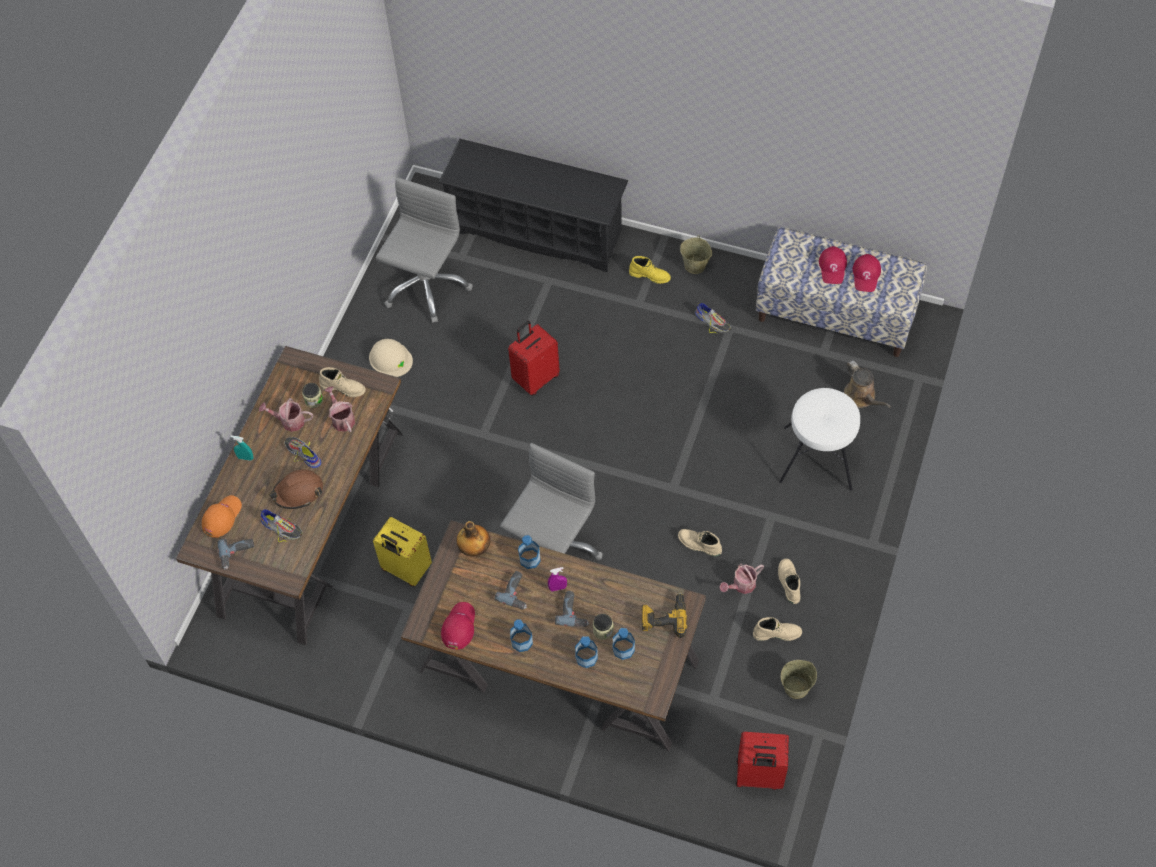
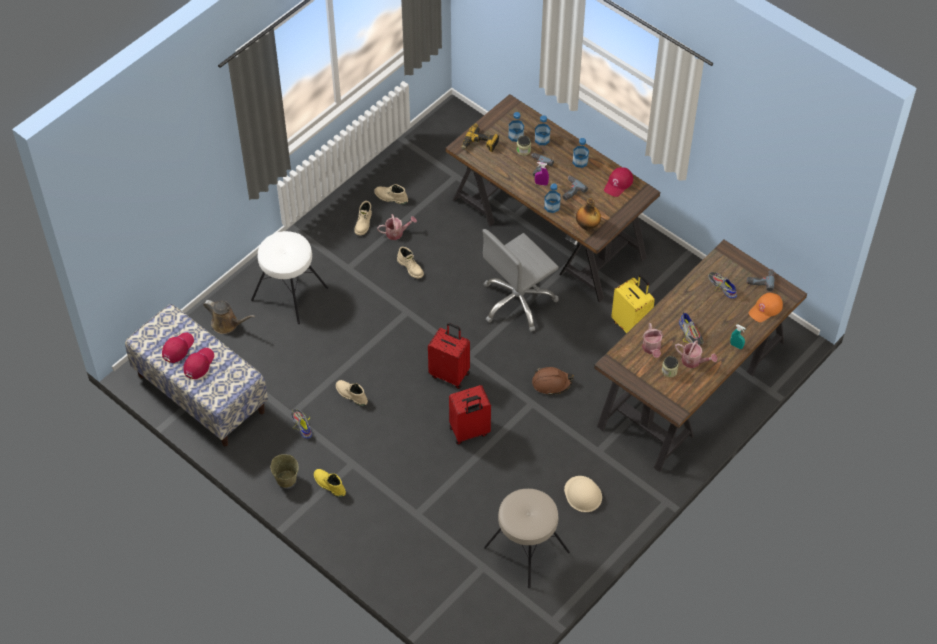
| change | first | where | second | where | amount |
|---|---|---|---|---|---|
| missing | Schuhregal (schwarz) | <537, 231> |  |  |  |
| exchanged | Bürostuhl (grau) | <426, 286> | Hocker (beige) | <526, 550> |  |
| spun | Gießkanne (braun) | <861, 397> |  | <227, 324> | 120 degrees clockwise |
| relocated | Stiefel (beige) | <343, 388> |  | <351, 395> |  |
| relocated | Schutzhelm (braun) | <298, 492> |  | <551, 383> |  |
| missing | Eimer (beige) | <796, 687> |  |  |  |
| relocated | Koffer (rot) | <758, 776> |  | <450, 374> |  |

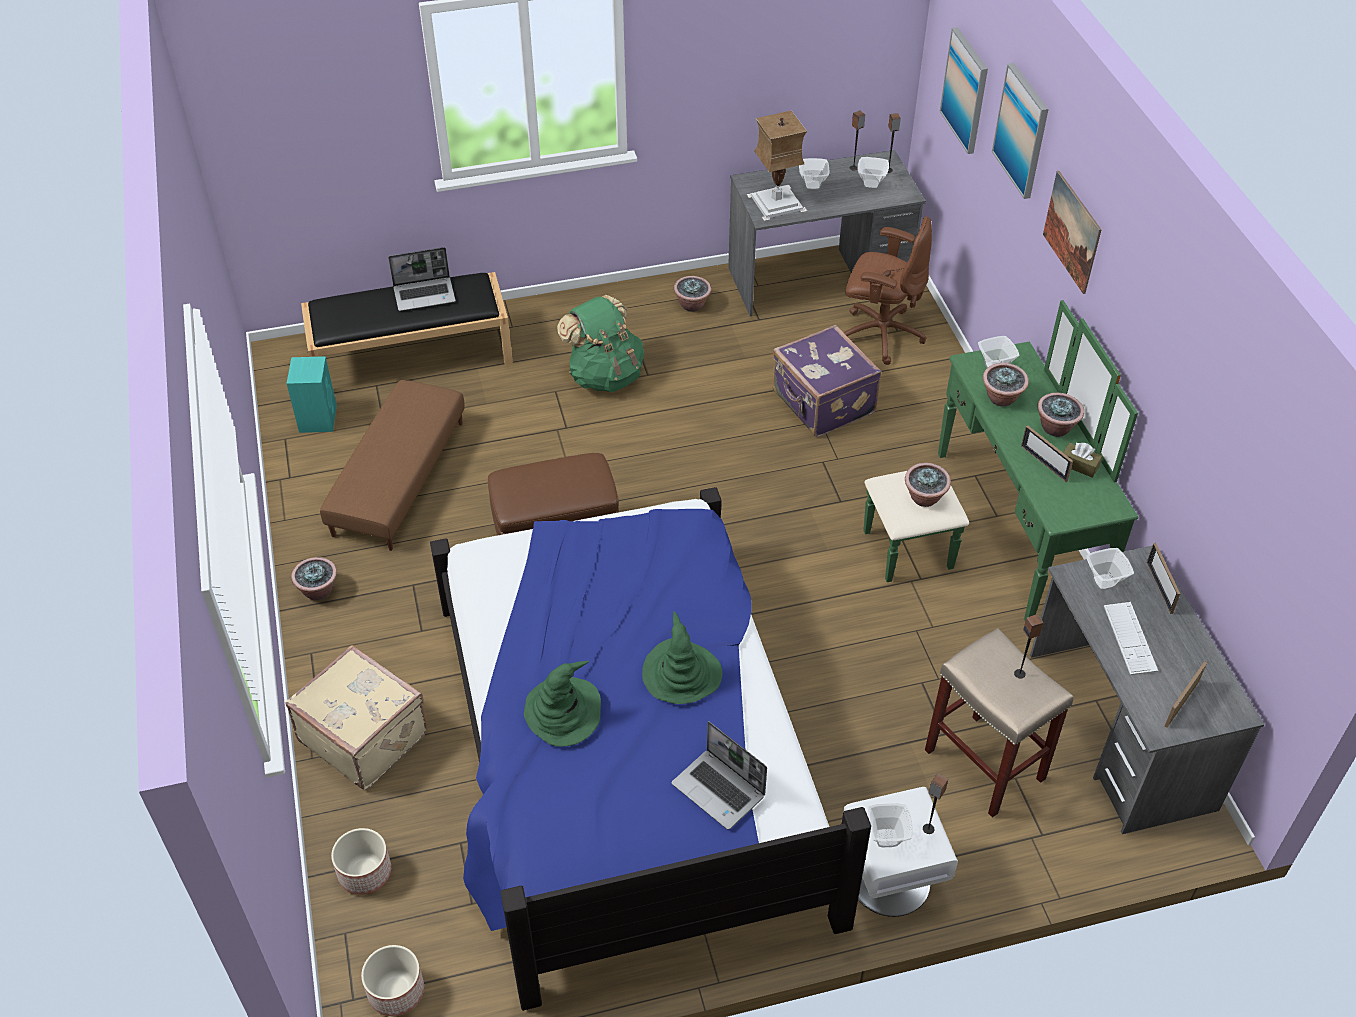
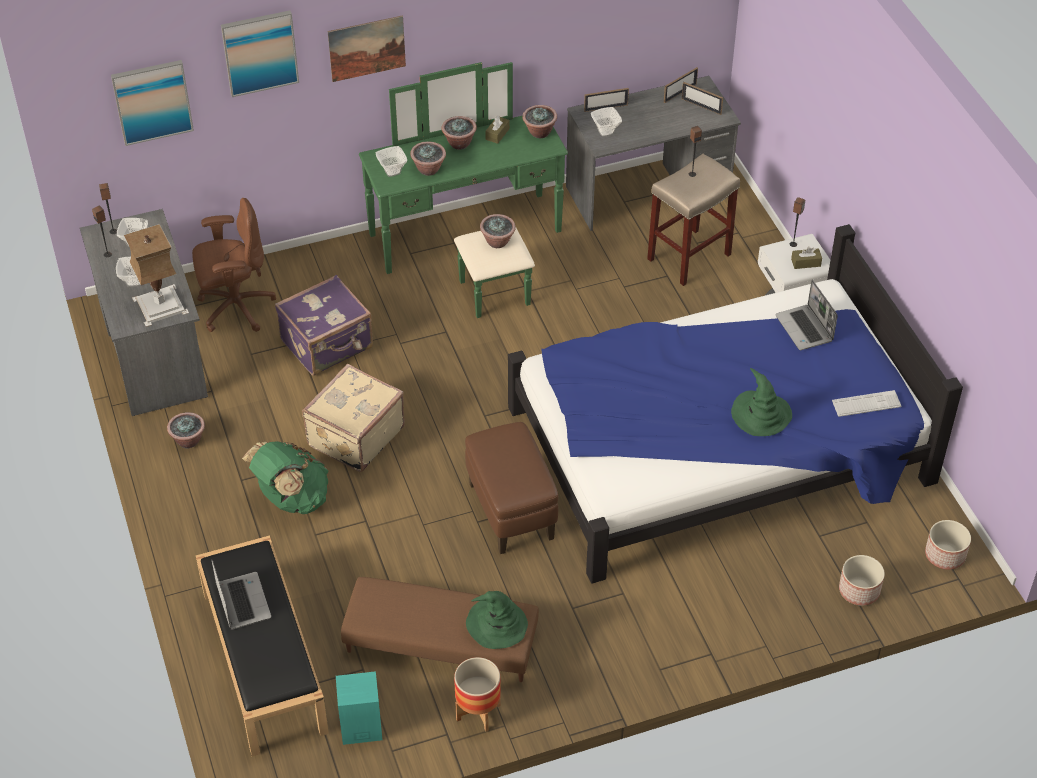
| change | first | where | second | where | amount |
|---|---|---|---|---|---|
| spun | Bürostuhl (braun) | <880, 334> |  | <235, 308> | 60 degrees clockwise |
| relocated | Bilderrahmen | <1044, 463> |  | <680, 93> |  |
| relocated | Topfpflanze | <318, 591> |  | <539, 132> |  |
| relocated | Tastatur | <1130, 638> |  | <866, 404> |  |
| relocated | Hut (grün) | <681, 674> |  | <496, 624> |  |
| relocated | Koffer (beige) | <365, 735> |  | <354, 436> |  |
| spun | Laptop | <719, 790> |  | <805, 329> | 120 degrees clockwise |
| exchanged | Schüssel | <887, 839> | Taschentuchbox (braun) | <806, 263> |  |
| appeared |  |  | Pflanzkübel | <478, 713> |  |

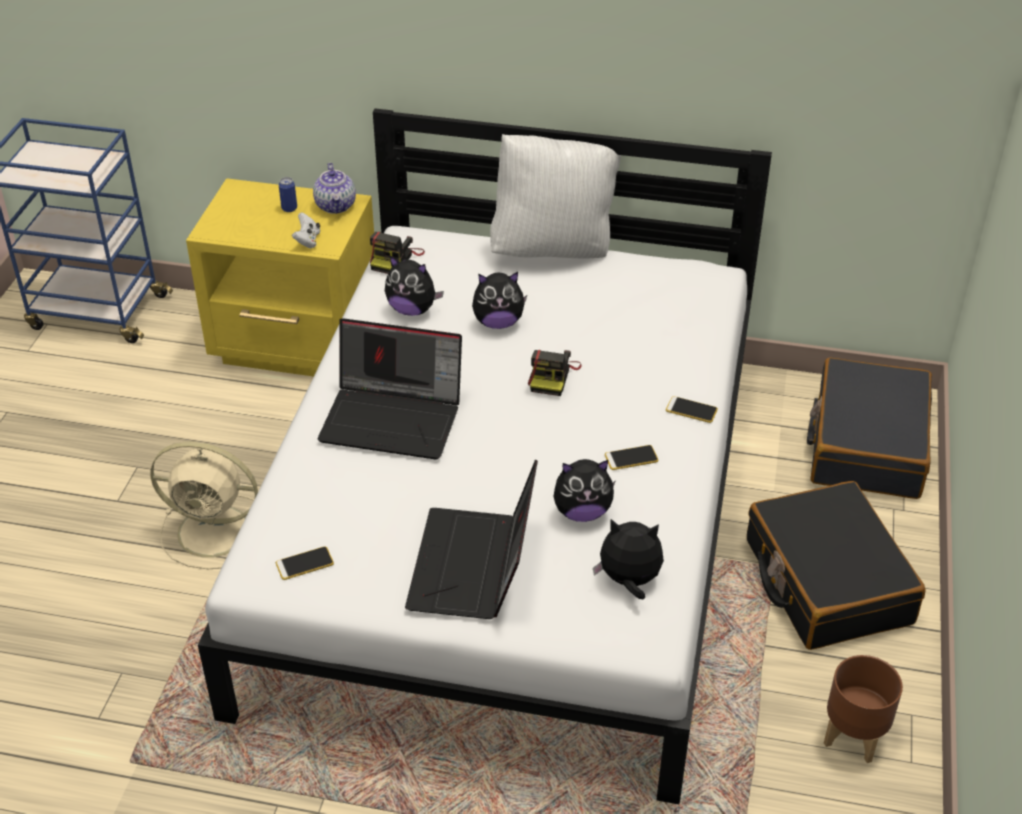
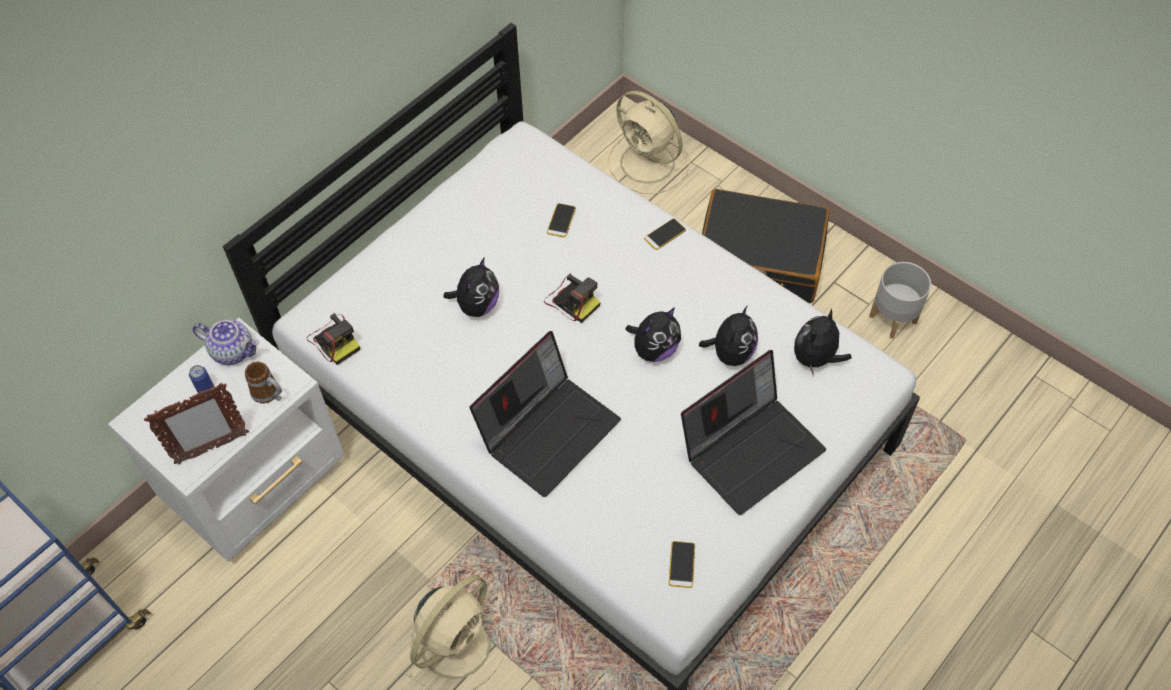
| change | first | where | second | where | amount |
|---|---|---|---|---|---|
| missing | Kissen (weiß) | <554, 249> |  |  |  |
| colour | Nachttisch (gelb) | <298, 345> | Nachttisch (weiß) | <258, 482> |  |
| exchanged | Gamepad (weiß) | <307, 241> | Henkelbecher | <270, 394> |  |
| relocated | Plüschtier | <412, 309> |  | <654, 350> |  |
| exchanged | Koffer (schwarz) | <866, 445> | Ventilator (beige) | <649, 164> |  |
| relocated | Handy | <631, 458> |  | <561, 220> |  |
| spun | Laptop | <474, 568> |  | <751, 449> | 75 degrees counterclockwise |
| colour | Pflanzkübel (braun) | <854, 737> | Pflanzkübel (grau) | <893, 319> |  |
| appeared |  |  | Bilderrahmen | <211, 448> |  |

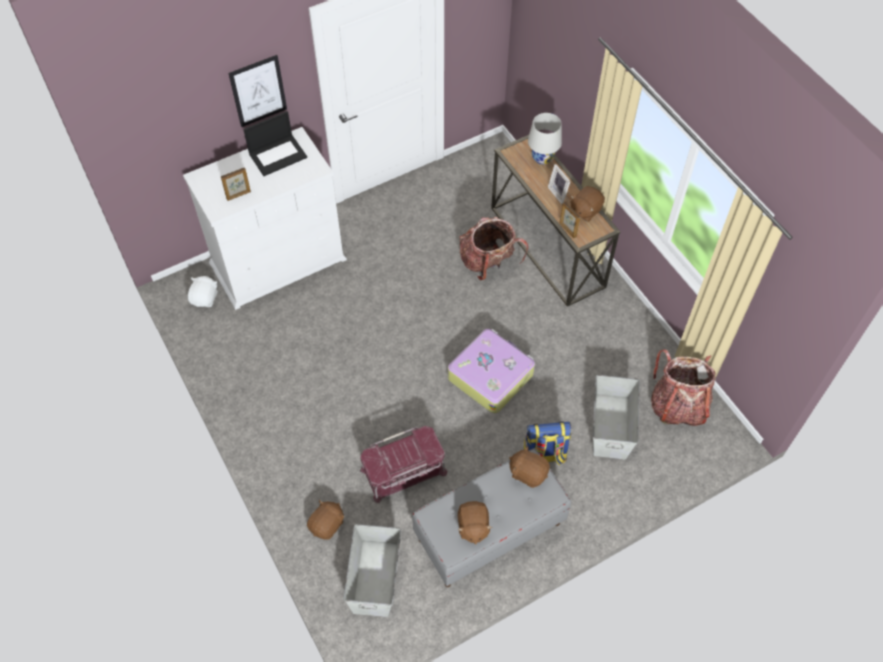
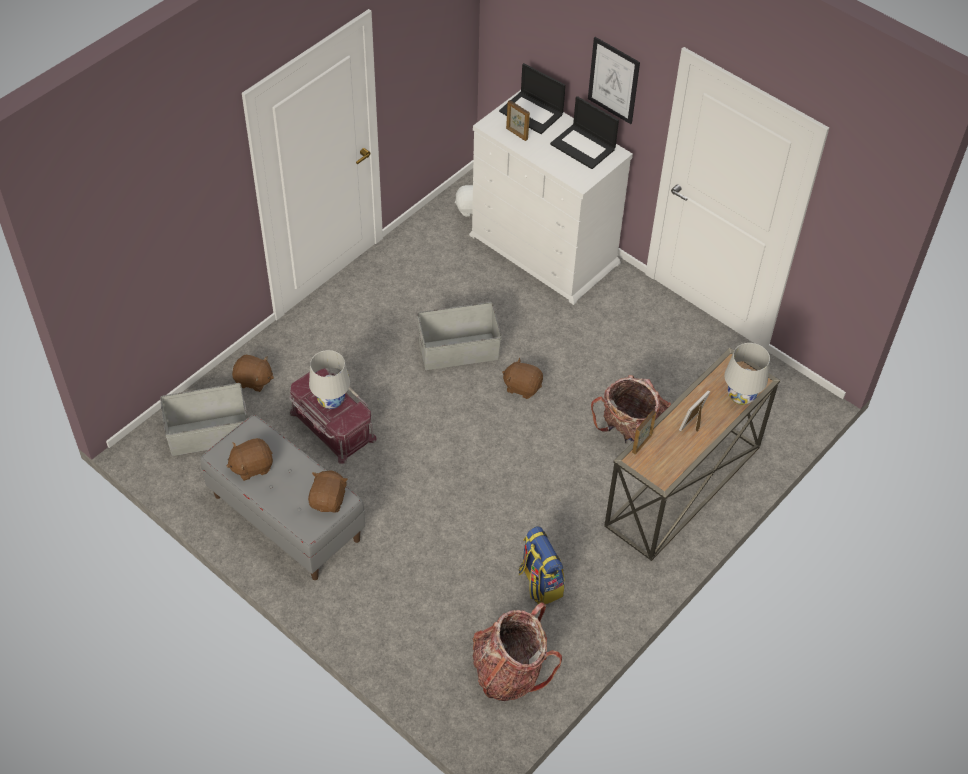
| change | first | where | second | where | amount |
|---|---|---|---|---|---|
| relocated | Plüschtier (braun) | <585, 210> |  | <522, 386> |  |
| missing | Koffer | <490, 375> |  |  |  |
| relocated | Aufbewahrungsbox (grau) | <610, 426> |  | <458, 351> |  |
| relocated | Rucksack | <544, 455> |  | <539, 583> |  |
| appeared |  |  | Laptop | <532, 113> |  |
| appeared |  |  | Tischlampe (weiß) | <331, 400> |  |

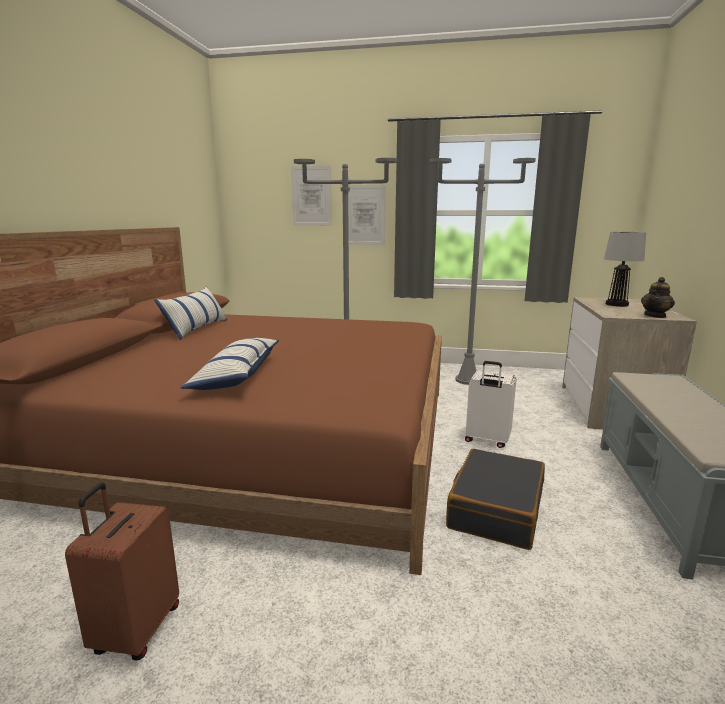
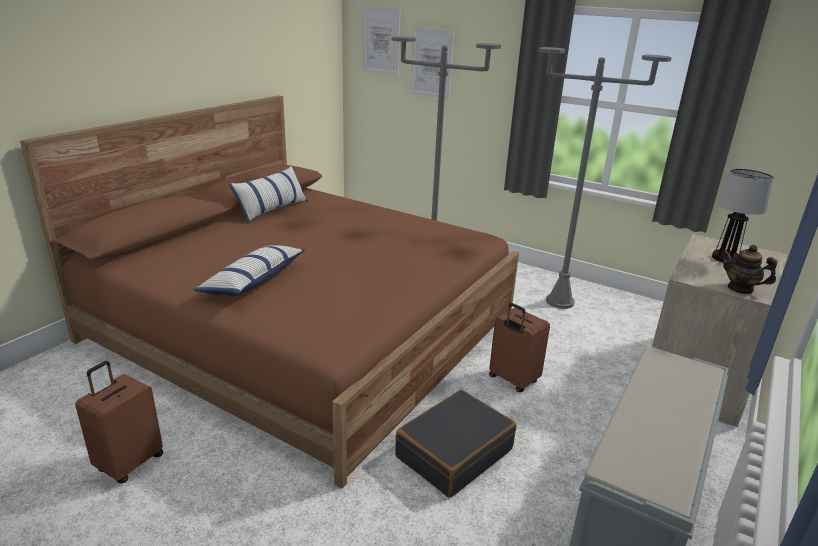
| change | first | where | second | where | amount |
|---|---|---|---|---|---|
| relocated | Bild | <365, 215> |  | <381, 40> |  |
| spun | Teekanne | <655, 316> |  | <740, 288> | 60 degrees clockwise |
| colour | Koffer (weiß) | <487, 440> | Koffer (braun) | <512, 380> |  |

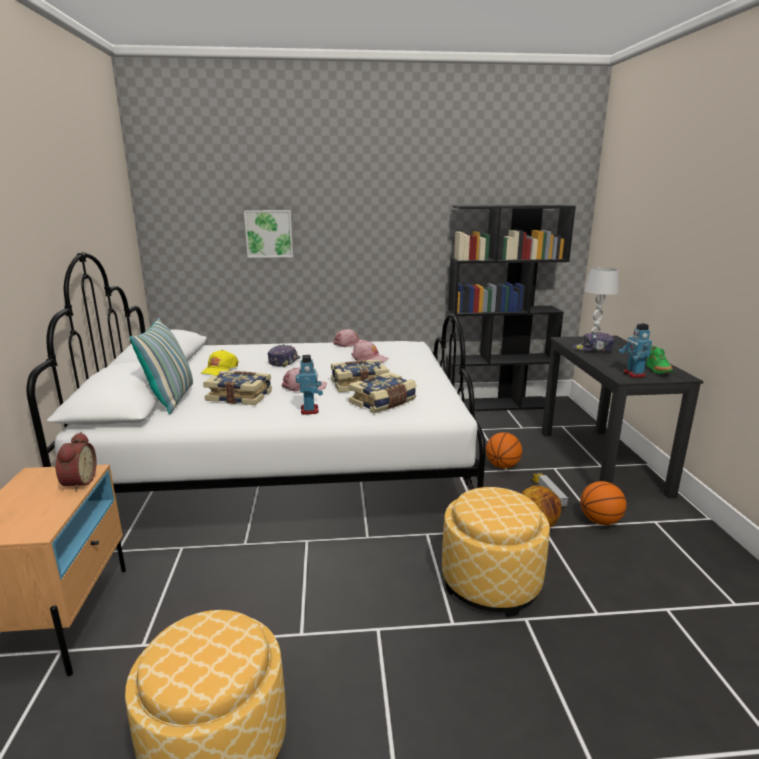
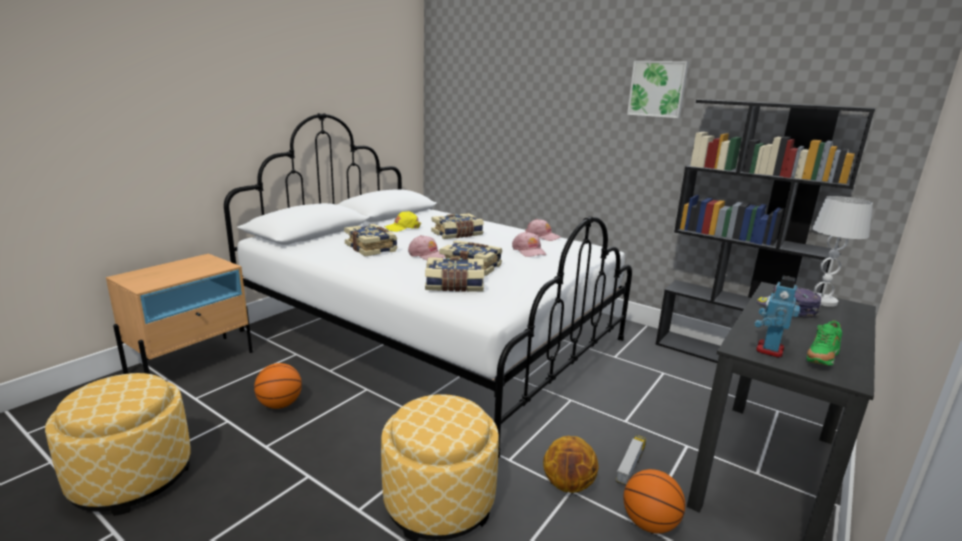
| change | first | where | second | where | amount |
|---|---|---|---|---|---|
| relocated | Bild | <269, 233> |  | <657, 89> |  |
| missing | Kissen | <171, 399> |  |  |  |
| exchanged | Kappe | <284, 361> | Buch | <457, 234> |  |
| missing | Spielzeugroboter | <310, 410> |  |  |  |
| missing | Wecker | <77, 483> |  |  |  |
| relocated | Basketball | <502, 466> |  | <280, 404> |  |

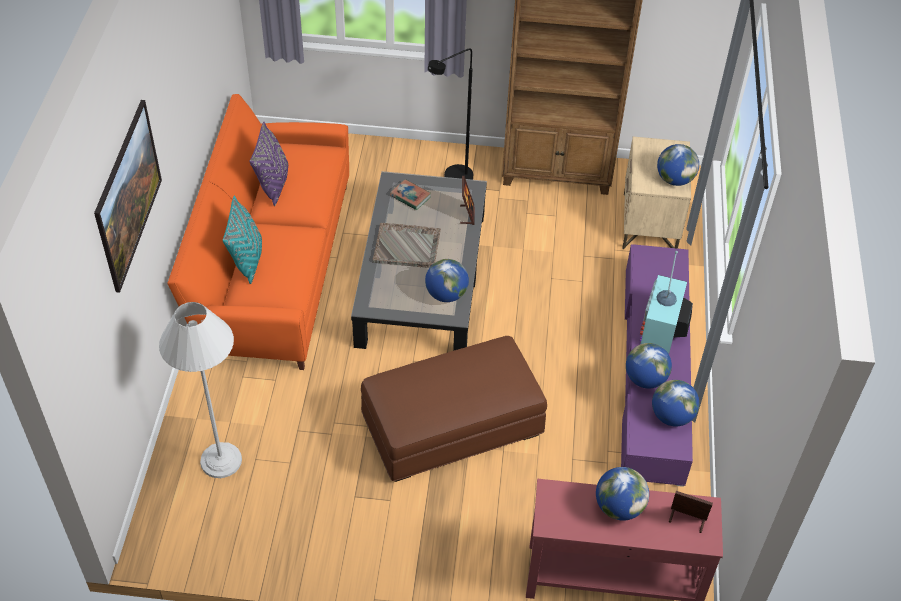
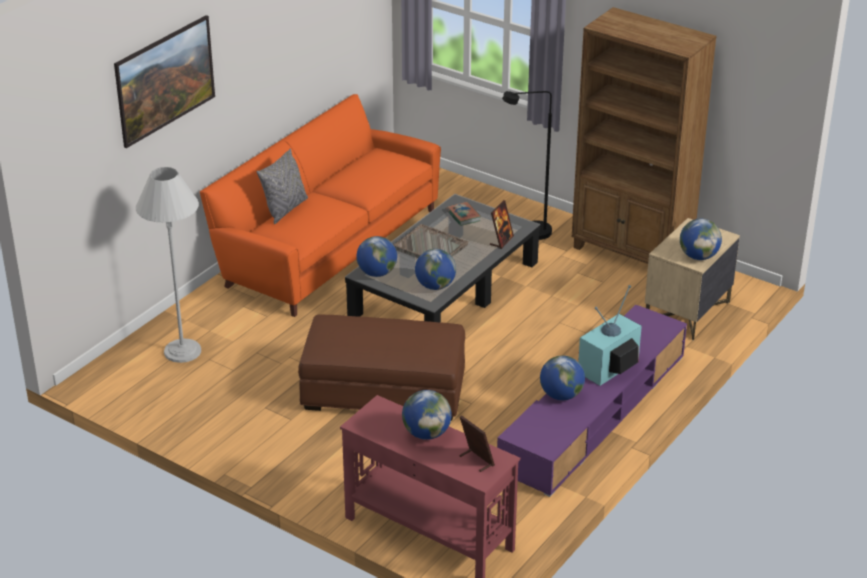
| change | first | where | second | where | amount |
|---|---|---|---|---|---|
| missing | Kissen (lila) | <273, 184> |  |  |  |
| colour | Kissen (türkis) | <247, 260> | Kissen (grau) | <285, 209> |  |
| relocated | Globus | <672, 416> |  | <377, 273> |  |

